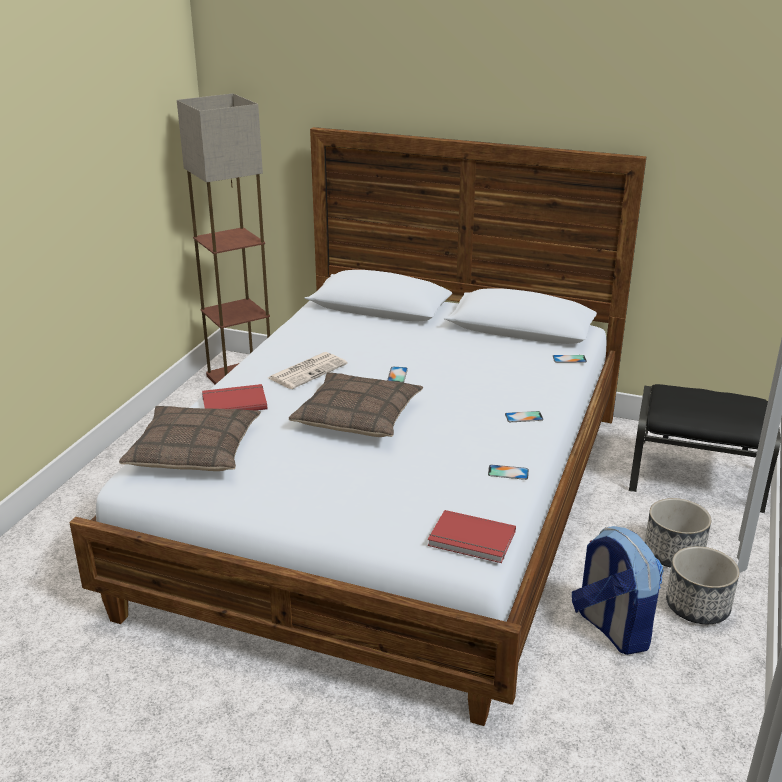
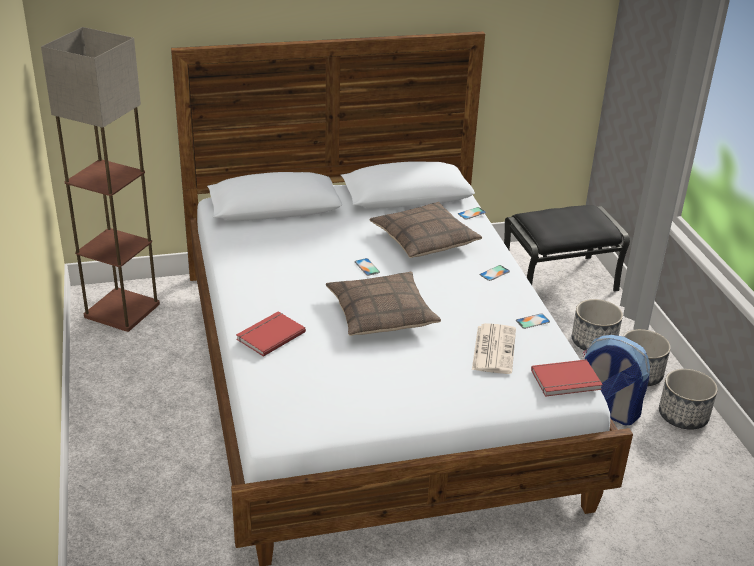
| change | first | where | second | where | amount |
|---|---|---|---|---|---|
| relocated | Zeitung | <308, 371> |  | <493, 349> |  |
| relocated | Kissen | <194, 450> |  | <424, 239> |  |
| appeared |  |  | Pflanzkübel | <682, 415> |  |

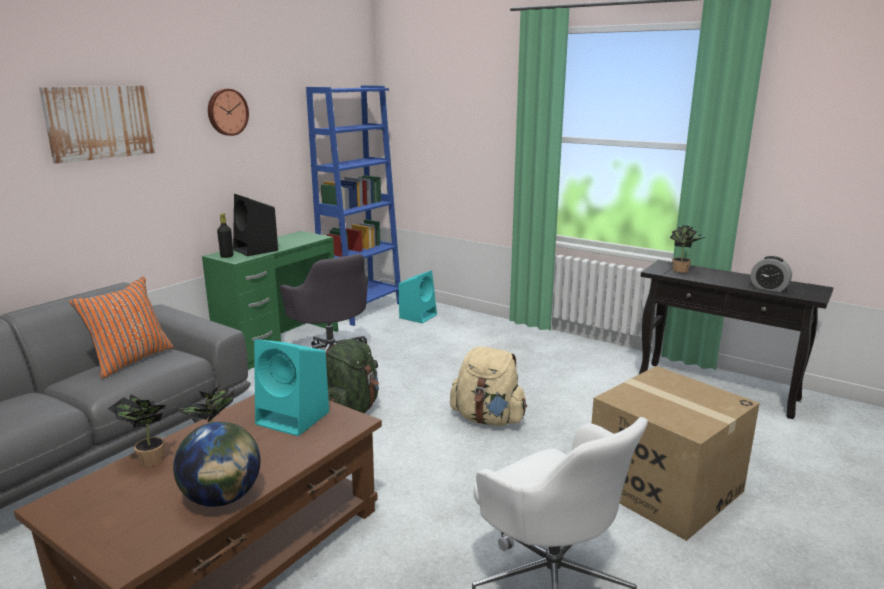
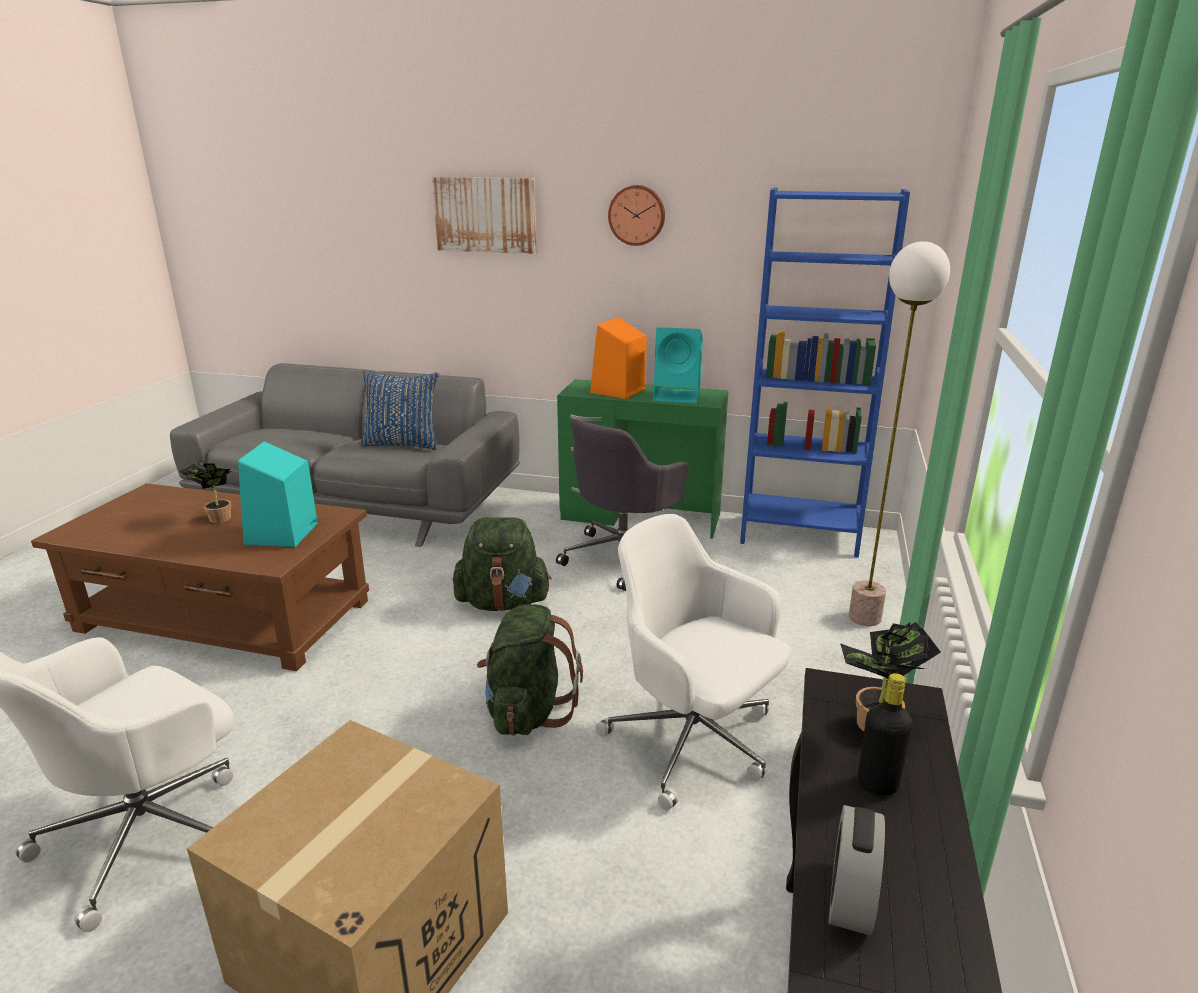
| change | first | where | second | where | amount |
|---|---|---|---|---|---|
| colour | Lautsprecher (schwarz) | <256, 250> | Lautsprecher (orange) | <617, 391> |  |
| relocated | Flasche (schwarz) | <227, 256> |  | <877, 785> |  |
| relocated | Lautsprecher (türkis) | <418, 316> |  | <678, 396> |  |
| colour | Kissen (orange) | <130, 360> | Kissen (blau) | <402, 443> |  |
| colour | Rucksack (beige) | <488, 419> | Rucksack (grün) | <527, 711> |  |
| missing | Topfpflanze | <147, 460> |  |  |  |
| missing | Globus | <222, 498> |  |  |  |
| appeared |  |  | Stehlampe | <865, 618> |  |
| appeared |  |  | Bürostuhl (weiß) | <693, 742> |  |

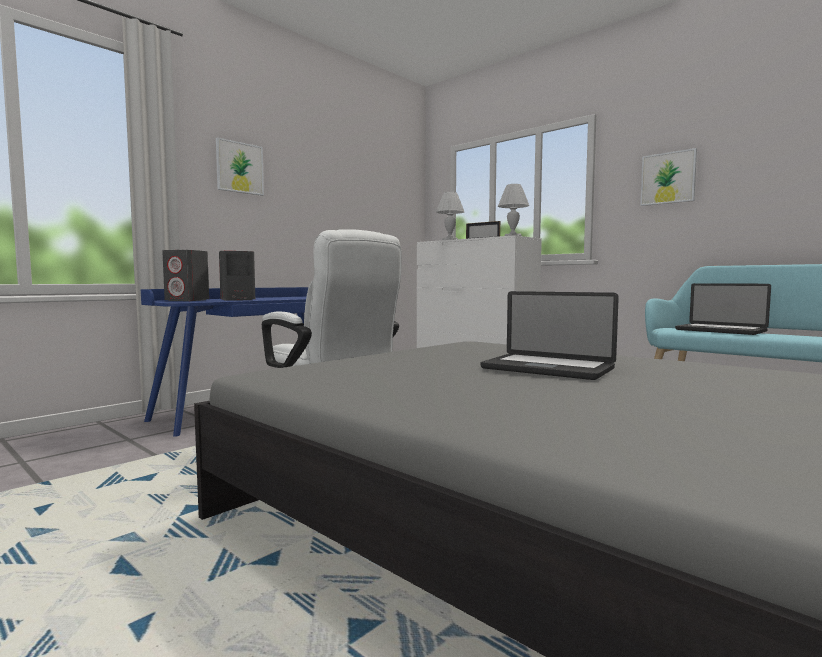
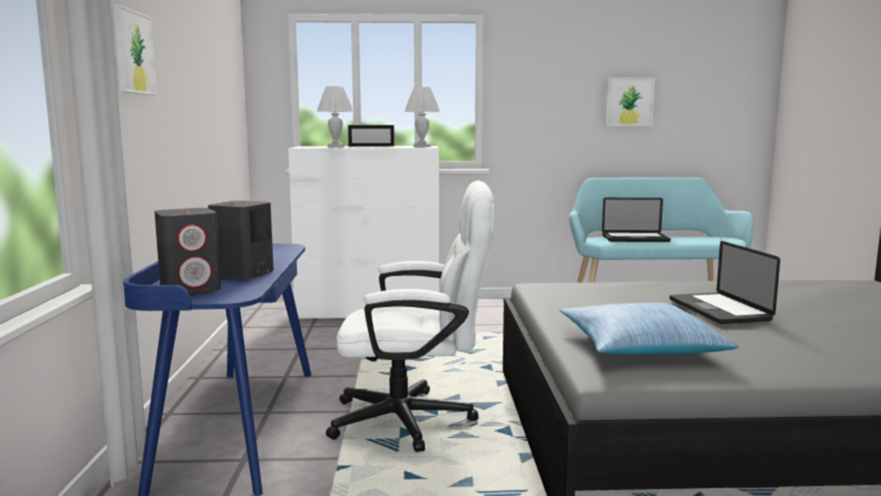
| change | first | where | second | where | amount |
|---|---|---|---|---|---|
| relocated | Bild | <668, 178> |  | <629, 101> |  |
| spun | Laptop | <547, 369> |  | <718, 310> | 90 degrees clockwise |
| appeared |  |  | Kissen | <640, 346> |  |

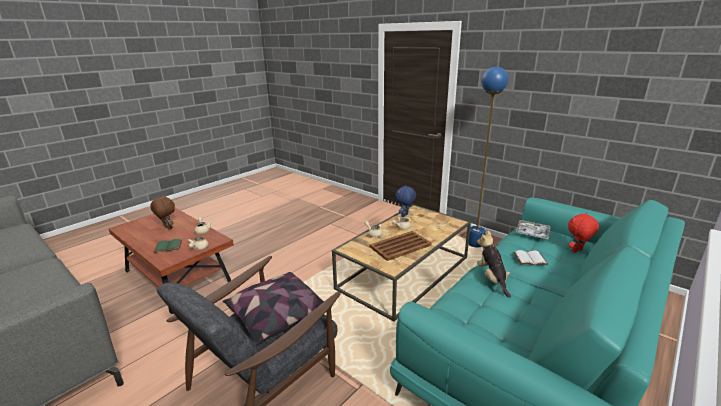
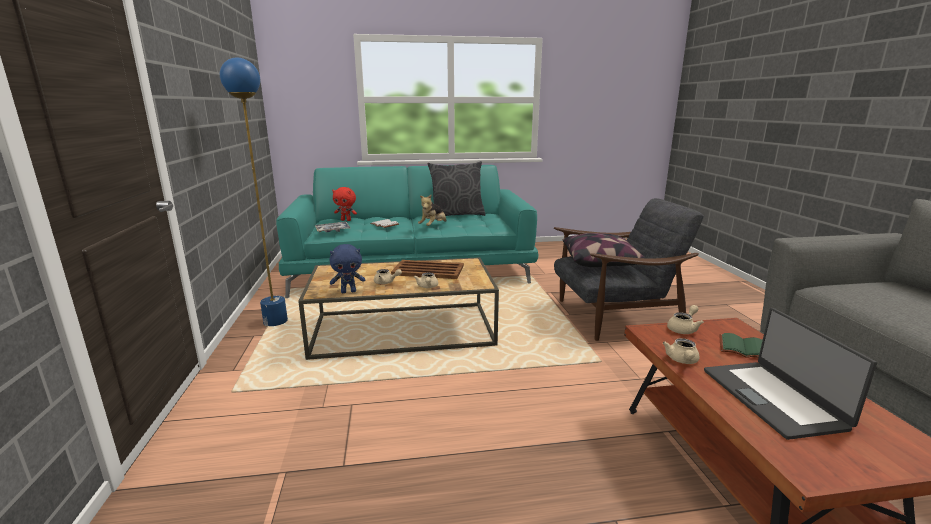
| change | first | where | second | where | amount |
|---|---|---|---|---|---|
| exchanged | Plüschtier (braun) | <167, 228> | Laptop | <773, 398> |  |
| appeared |  |  | Kissen (grau) | <456, 214> |  |

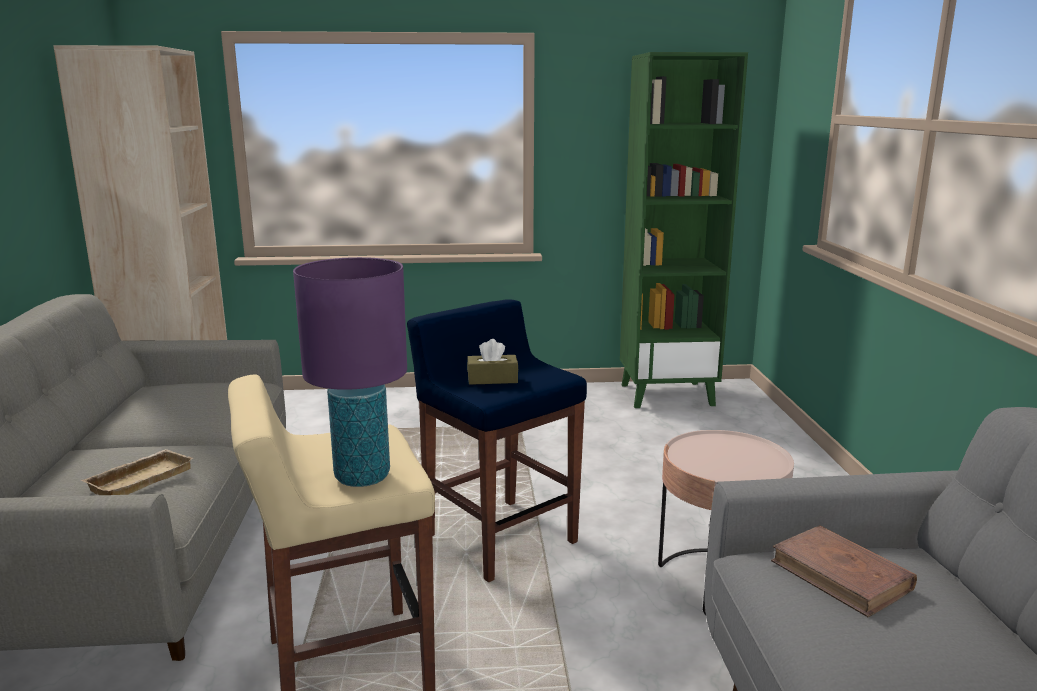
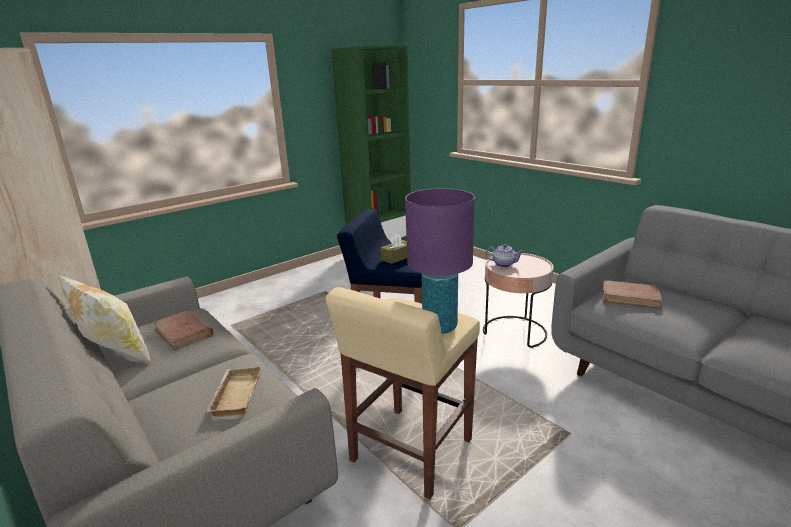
| change | first | where | second | where | amount |
|---|---|---|---|---|---|
| appeared |  |  | Teekanne | <504, 264> |  |
| appeared |  |  | Kissen | <116, 355> |  |
| appeared |  |  | Buch (braun) | <184, 332> |  |

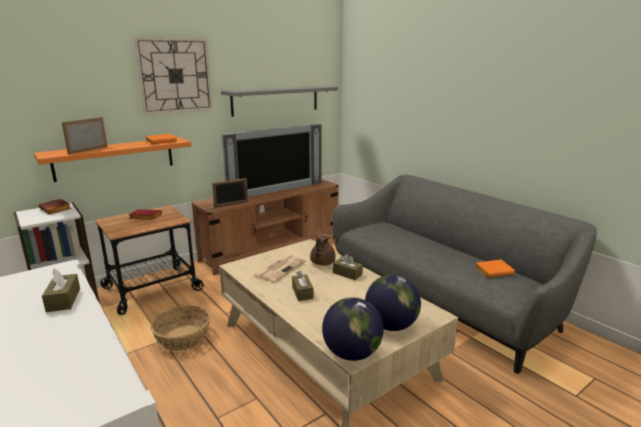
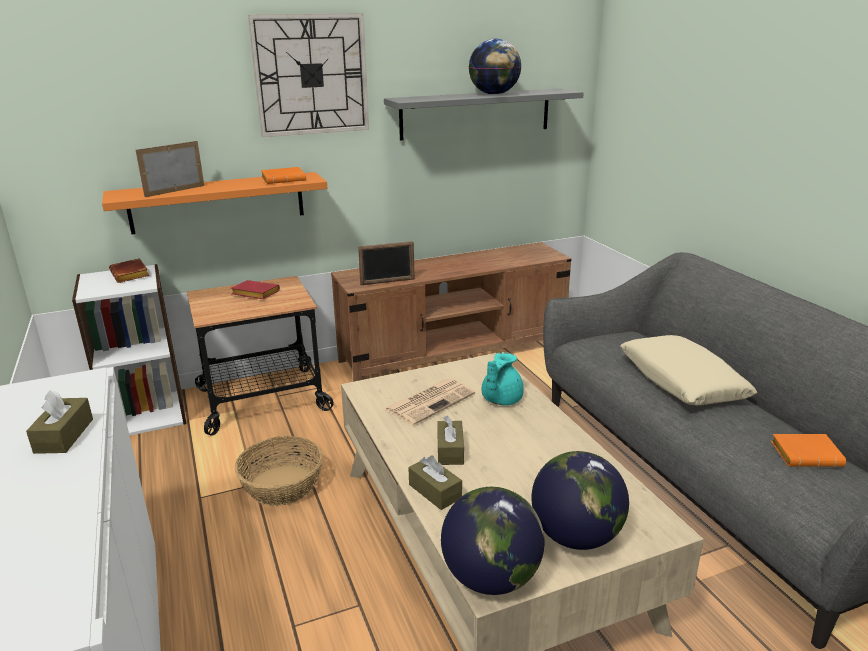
| change | first | where | second | where | amount |
|---|---|---|---|---|---|
| missing | Fernseher | <274, 190> |  |  |  |
| colour | Teekanne (braun) | <322, 263> | Teekanne (türkis) | <500, 399> |  |
| relocated | Taschentuchbox (braun) | <347, 274> |  | <435, 491> |  |
| appeared |  |  | Globus | <494, 94> |  |
| appeared |  |  | Kissen (beige) | <681, 381> |  |

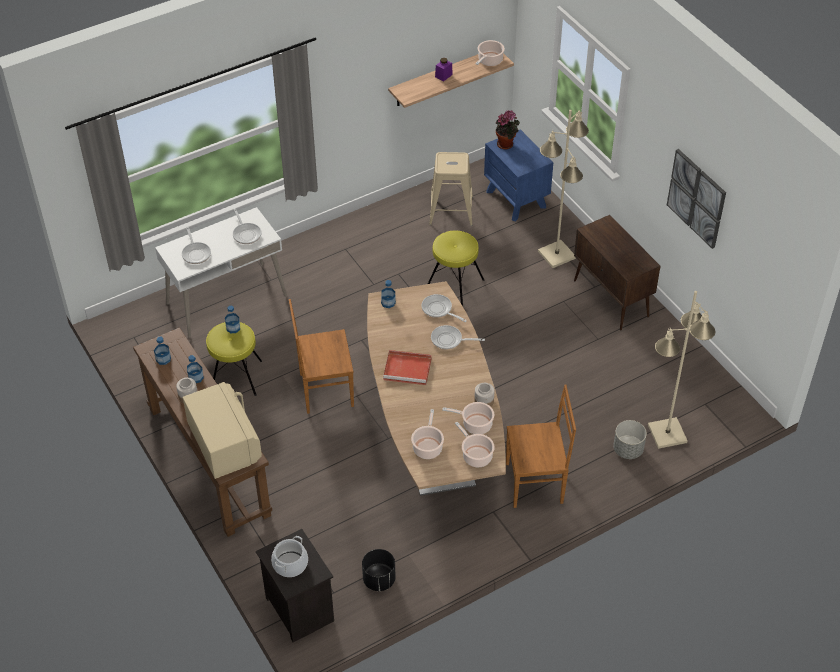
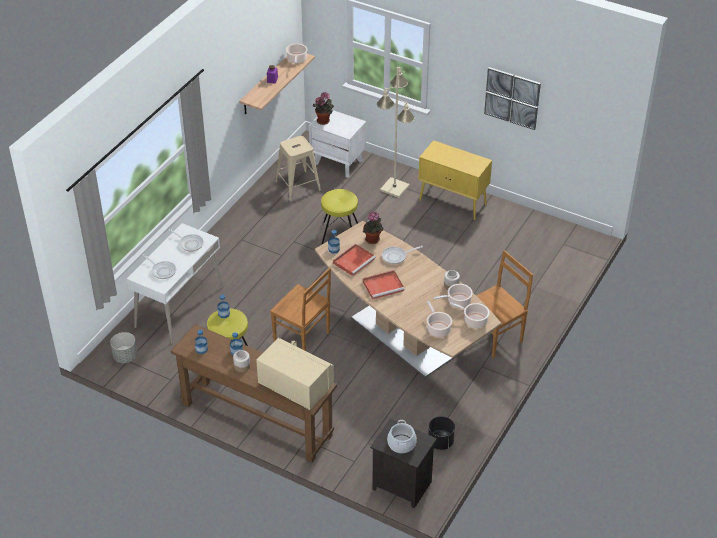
| change | first | where | second | where | amount |
|---|---|---|---|---|---|
| colour | Nachttisch (blau) | <516, 199> | Nachttisch (weiß) | <338, 162> |  |
| colour | Schrank (braun) | <611, 299> | Schrank (gelb) | <453, 202> |  |
| missing | Stehlampe (beige) | <667, 434> |  |  |  |
| exchanged | Pfanne | <439, 310> | Topfpflanze | <373, 240> |  |
| spun | Stuhl (braun) | <324, 390> |  | <303, 338> | 105 degrees counterclockwise |
| relocated | Pflanzkübel (grau) | <628, 450> |  | <125, 356> |  |
| appeared |  |  | Tablett (rot) | <354, 260> |  |

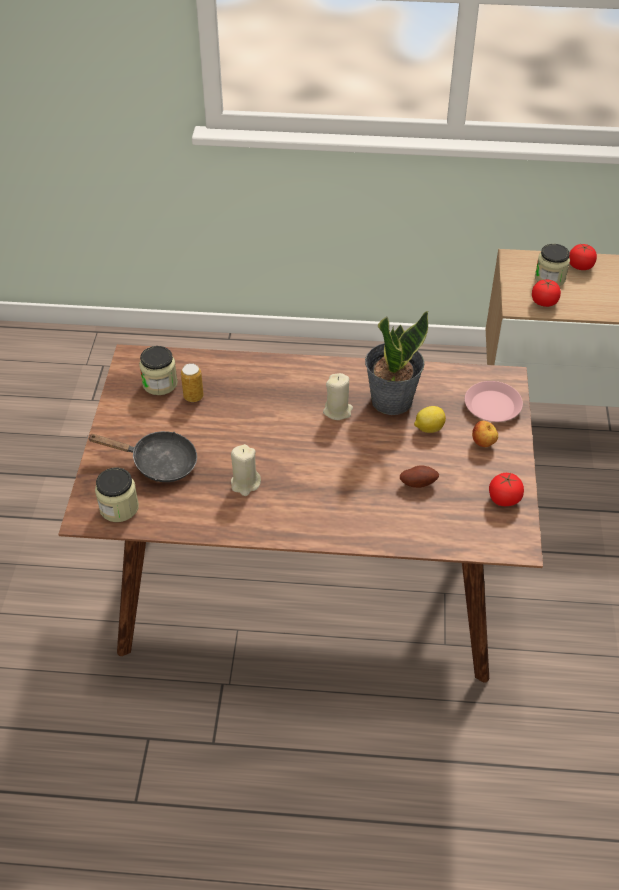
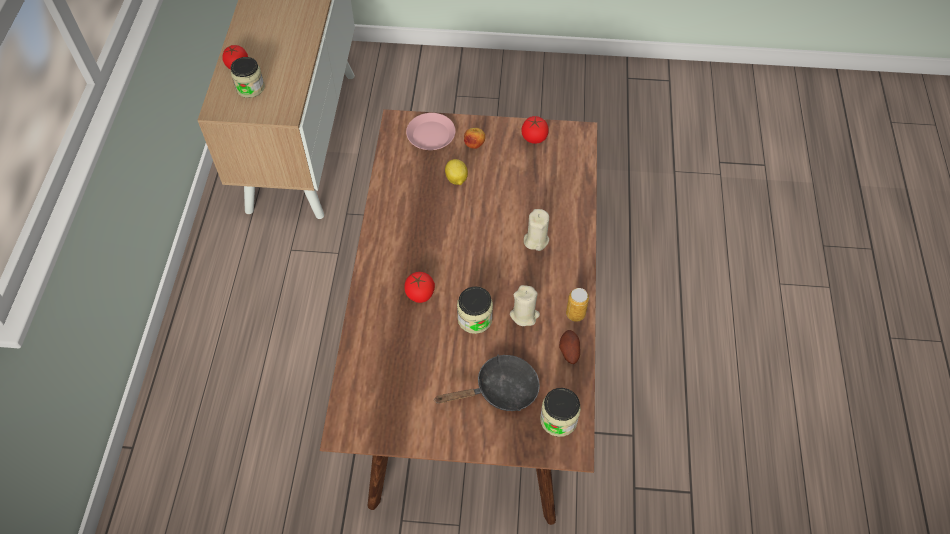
| change | first | where | second | where | amount |
|---|---|---|---|---|---|
| relocated | Tomate | <544, 302> |  | <420, 294> |  |
| missing | Topfpflanze | <391, 400> |  |  |  |
| relocated | Vorratsglas | <160, 383> |  | <475, 319> |  |
| relocated | Dose | <193, 396> |  | <575, 314> |  |
| relocated | Kerze (beige) | <338, 411> |  | <536, 240> |  |
| spun | Pfanne (schwarz) | <158, 463> |  | <500, 390> | 60 degrees clockwise |
| relocated | Kartoffel | <418, 482> |  | <568, 352> |  |

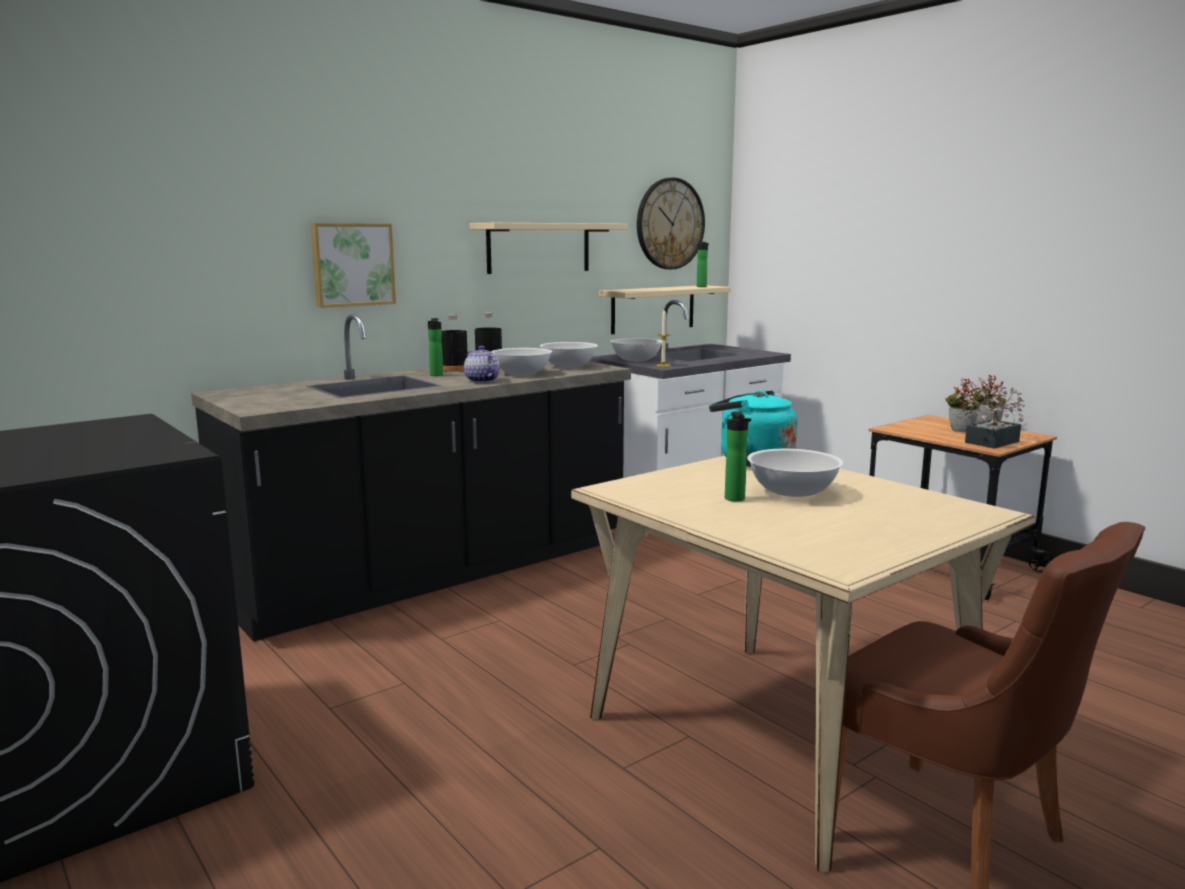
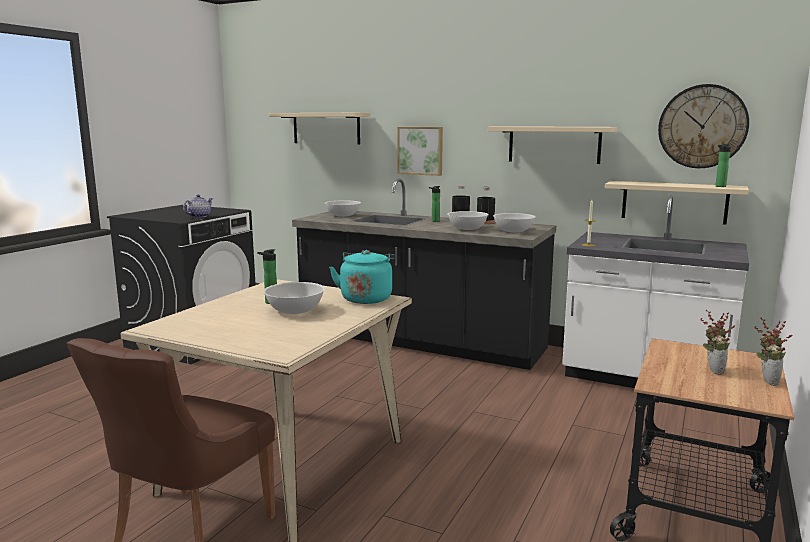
| change | first | where | second | where | amount |
|---|---|---|---|---|---|
| relocated | Schüssel (weiß) | <636, 360> |  | <343, 216> |  |
| relocated | Teekanne | <481, 381> |  | <199, 216> |  |
| missing | Topfpflanze | <987, 443> |  |  |  |
| appeared |  |  | Wandregal (beige) | <326, 128> |  |

